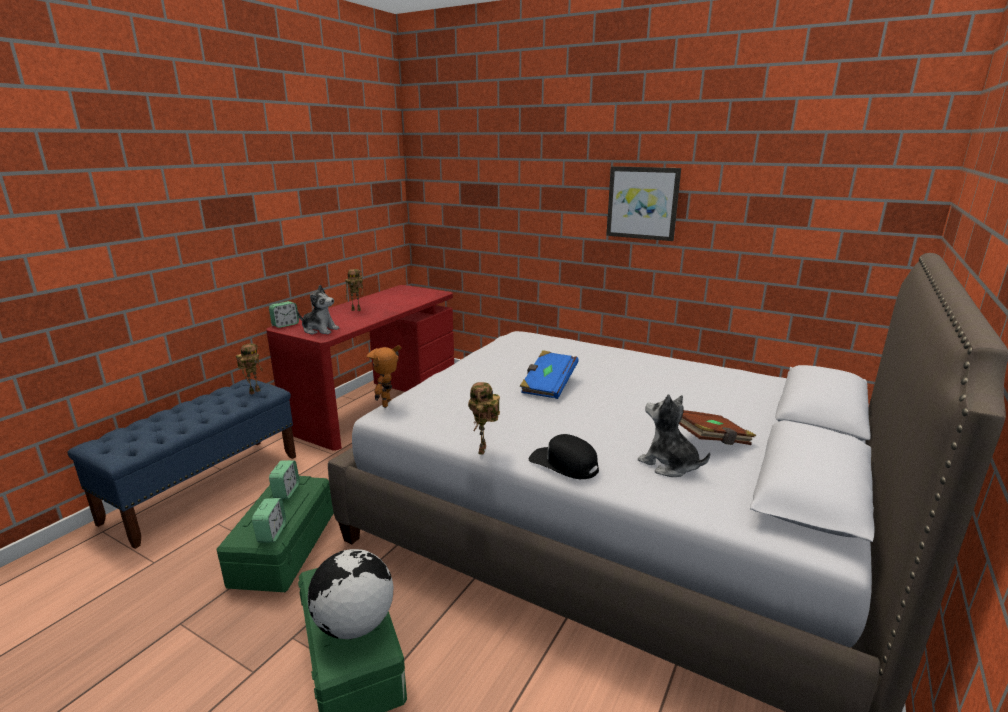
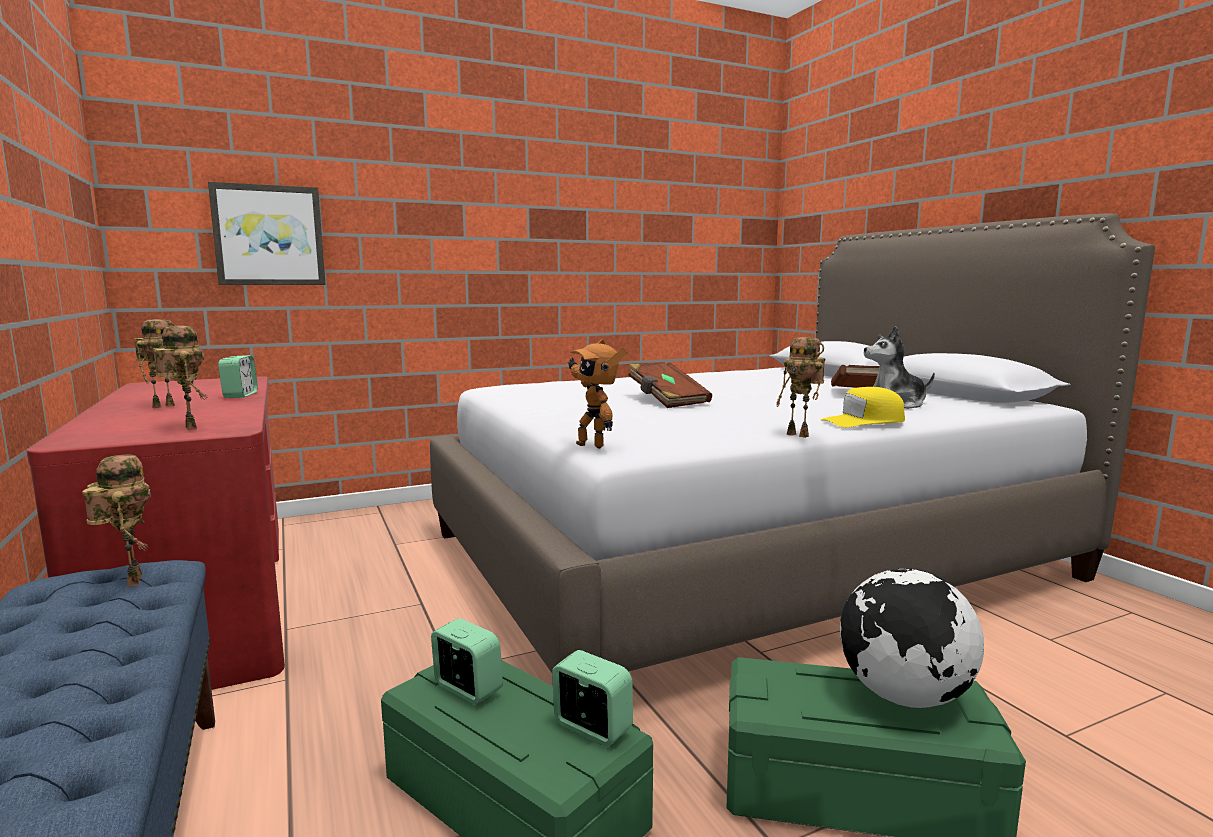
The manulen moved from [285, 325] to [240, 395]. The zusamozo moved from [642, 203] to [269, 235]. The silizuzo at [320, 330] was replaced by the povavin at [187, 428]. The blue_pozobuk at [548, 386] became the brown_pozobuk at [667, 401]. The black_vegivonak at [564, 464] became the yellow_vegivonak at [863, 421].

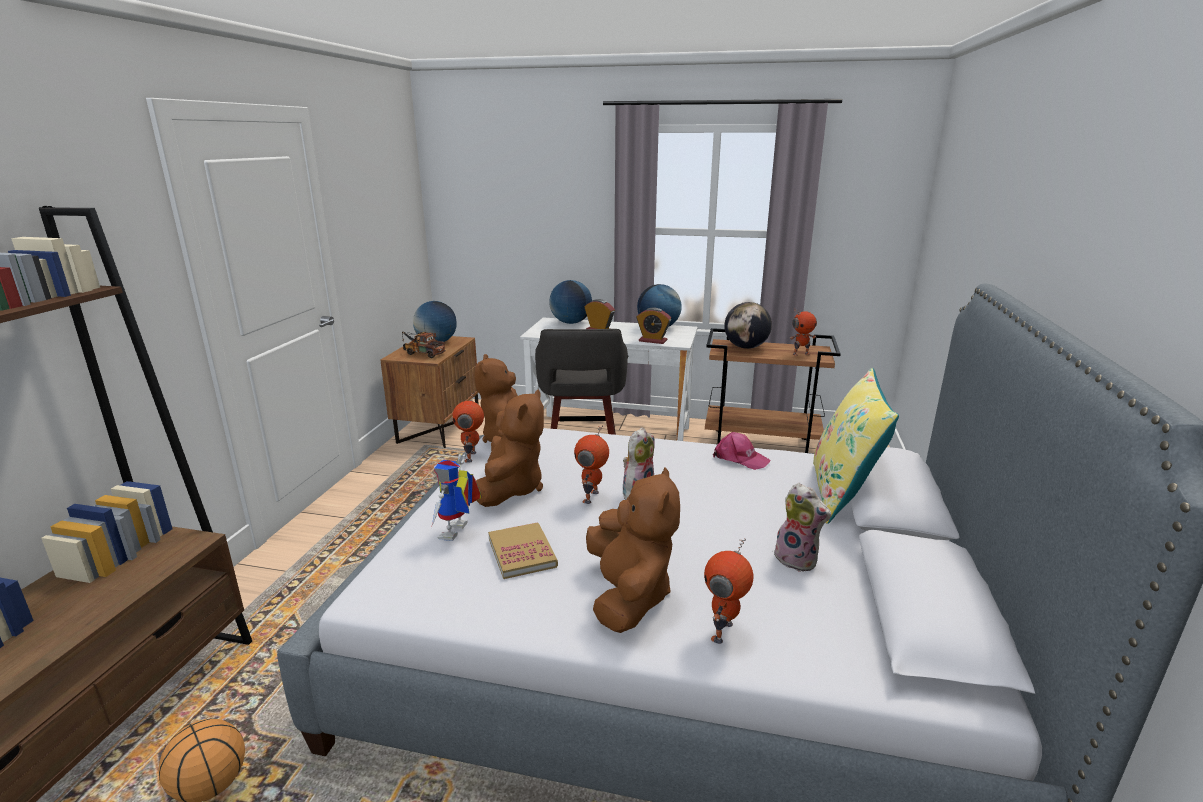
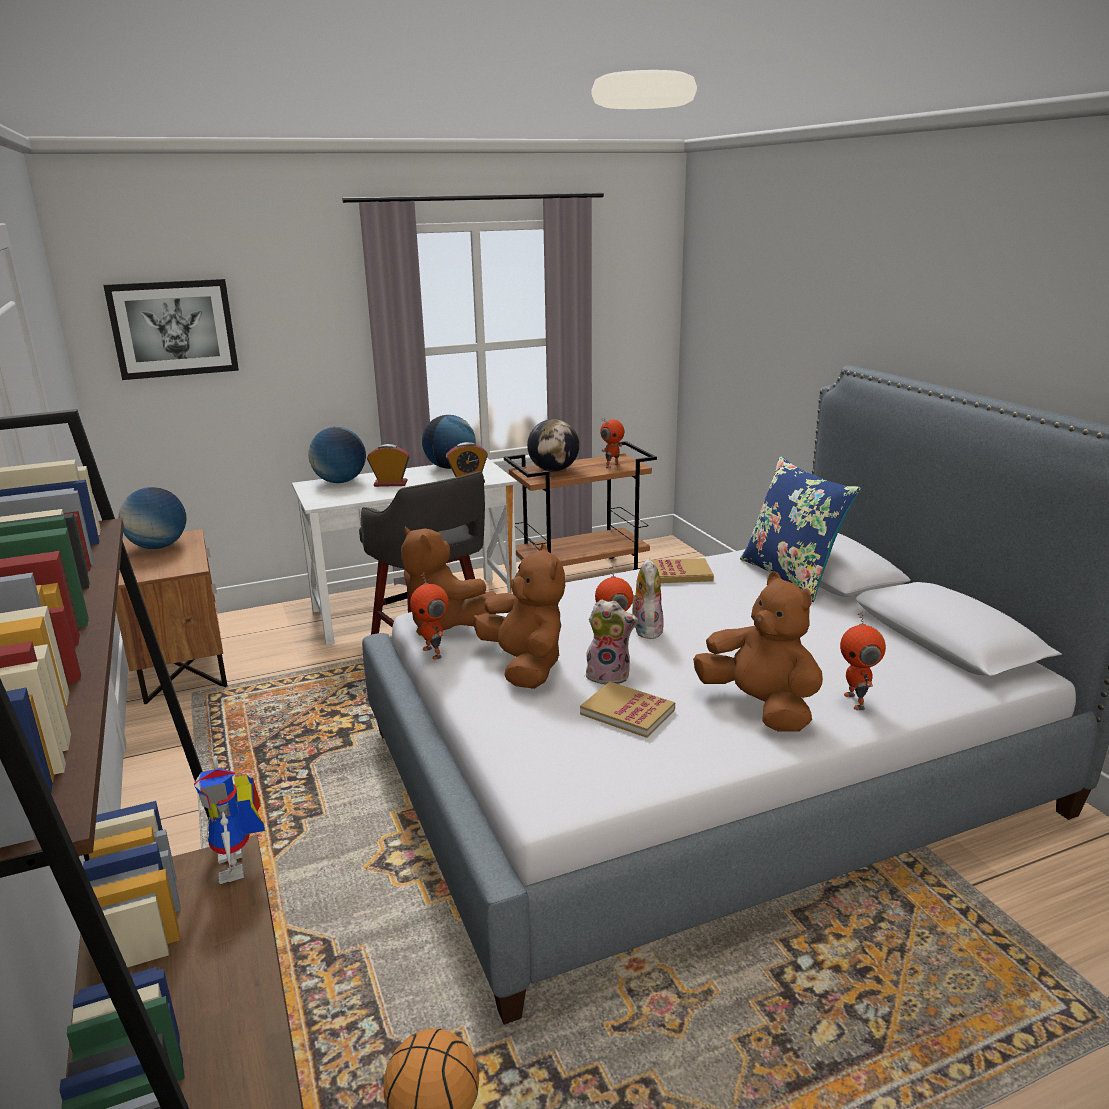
The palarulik at [422, 353] disappeared. The zusamozo at [173, 328] appeared. The povavin moved from [457, 533] to [240, 866]. The silizuzo moved from [798, 559] to [609, 675]. The pink_vegivonak at [740, 458] was replaced by the pozobuk at [681, 574]. The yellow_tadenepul at [842, 493] became the blue_tadenepul at [791, 576].

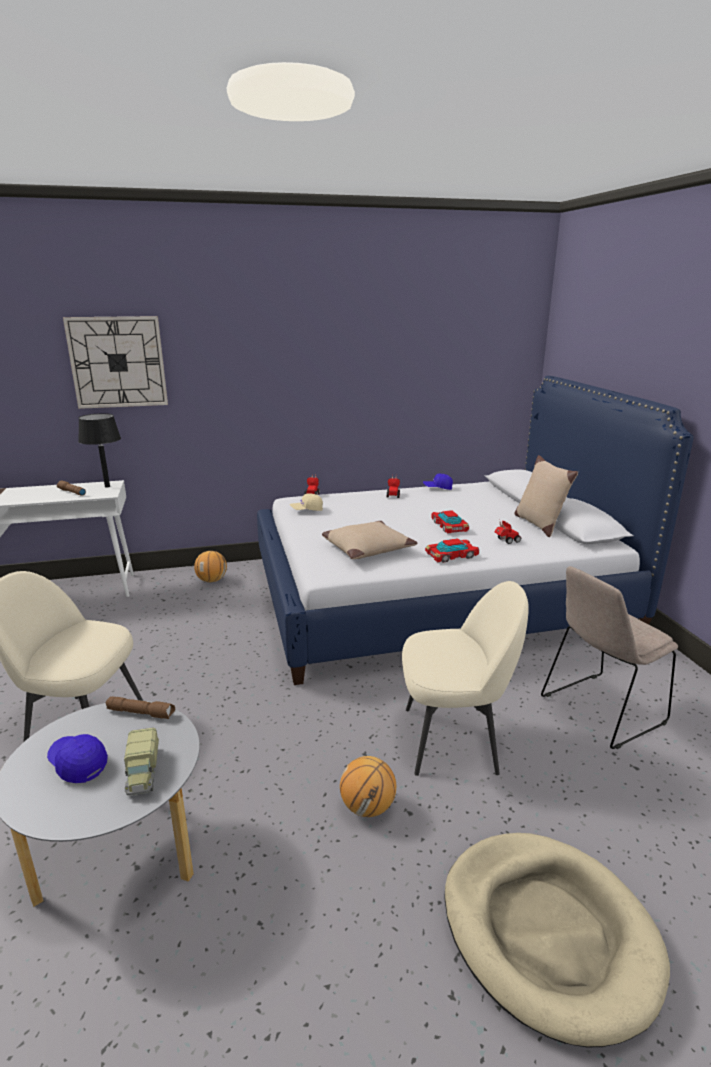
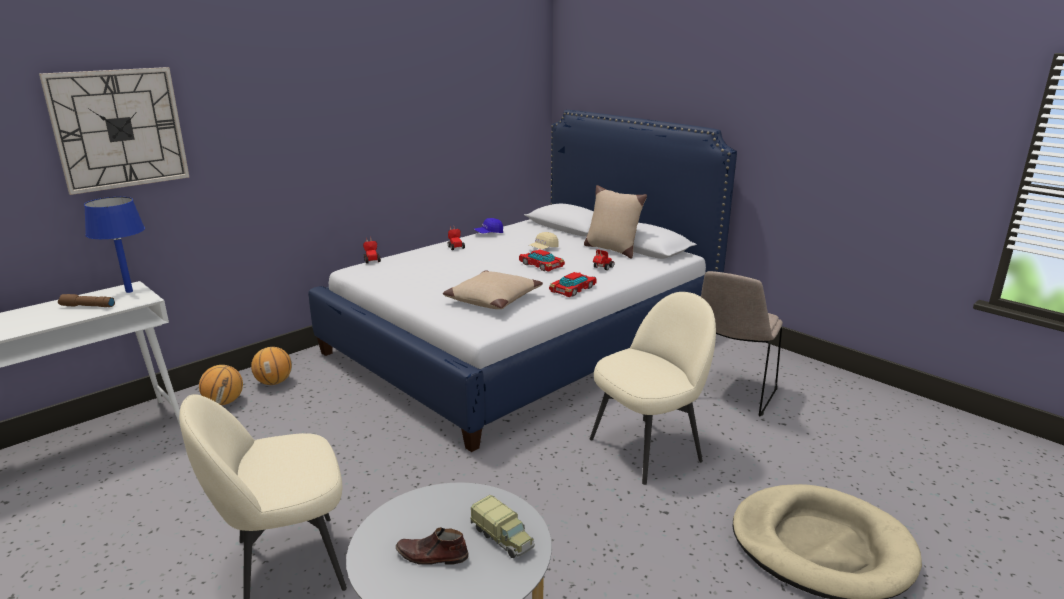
The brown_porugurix at [141, 712] disappeared. The beige_vegivonak moved from [306, 510] to [543, 249]. The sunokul moved from [368, 807] to [224, 402]. The blue_vegivonak at [78, 764] was replaced by the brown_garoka at [432, 556]. The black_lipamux at [107, 486] became the blue_lipamux at [129, 291].

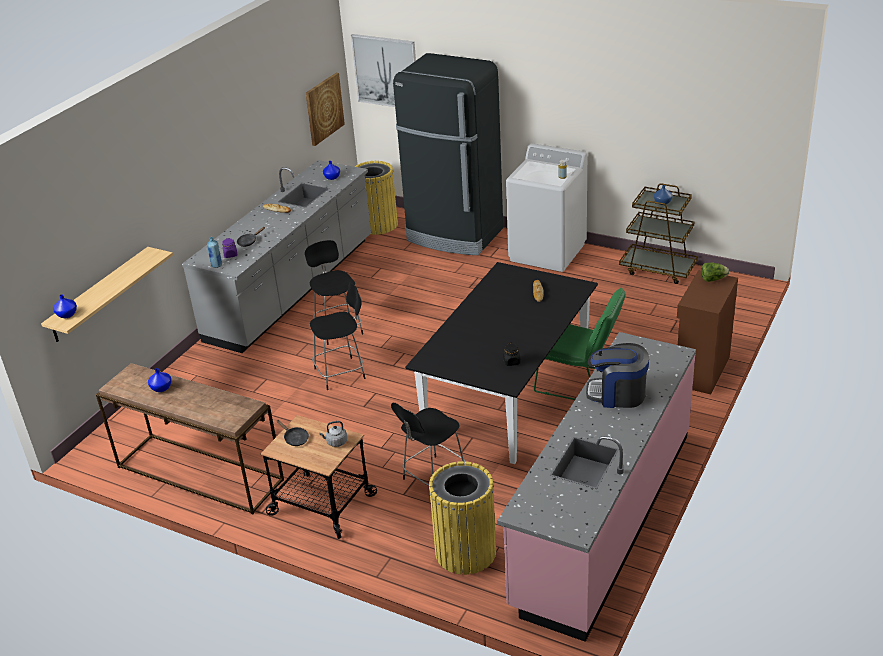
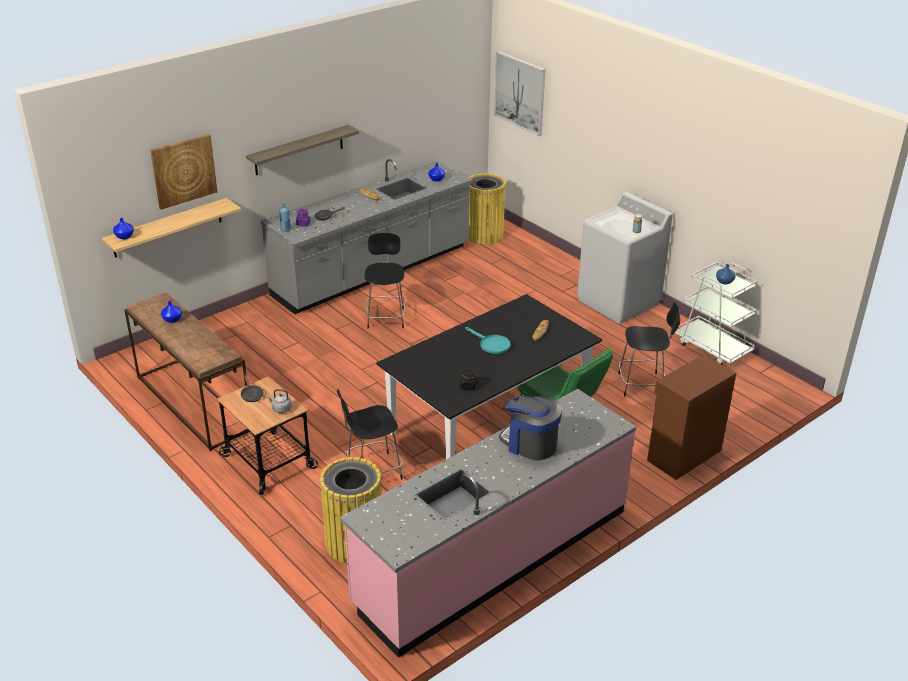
The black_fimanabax at [455, 235] disappeared. The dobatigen at [713, 279] disappeared. The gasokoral at [299, 150] appeared. The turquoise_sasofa at [491, 344] appeared. The zusamozo moved from [324, 108] to [183, 171]. The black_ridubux moved from [341, 373] to [642, 384]. The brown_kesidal at [658, 269] became the white_kesidal at [712, 347].

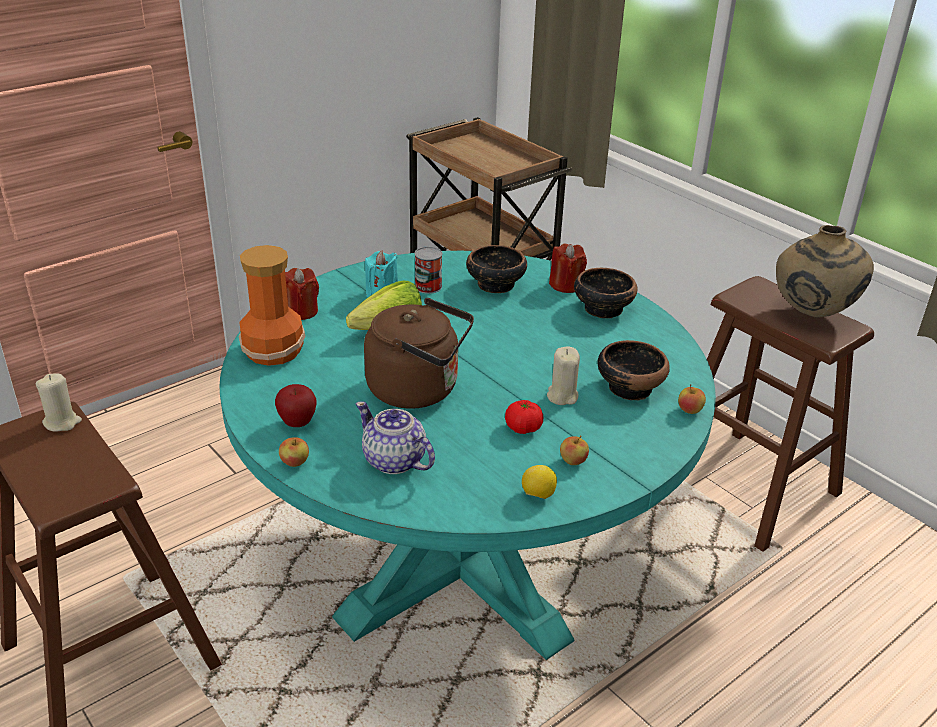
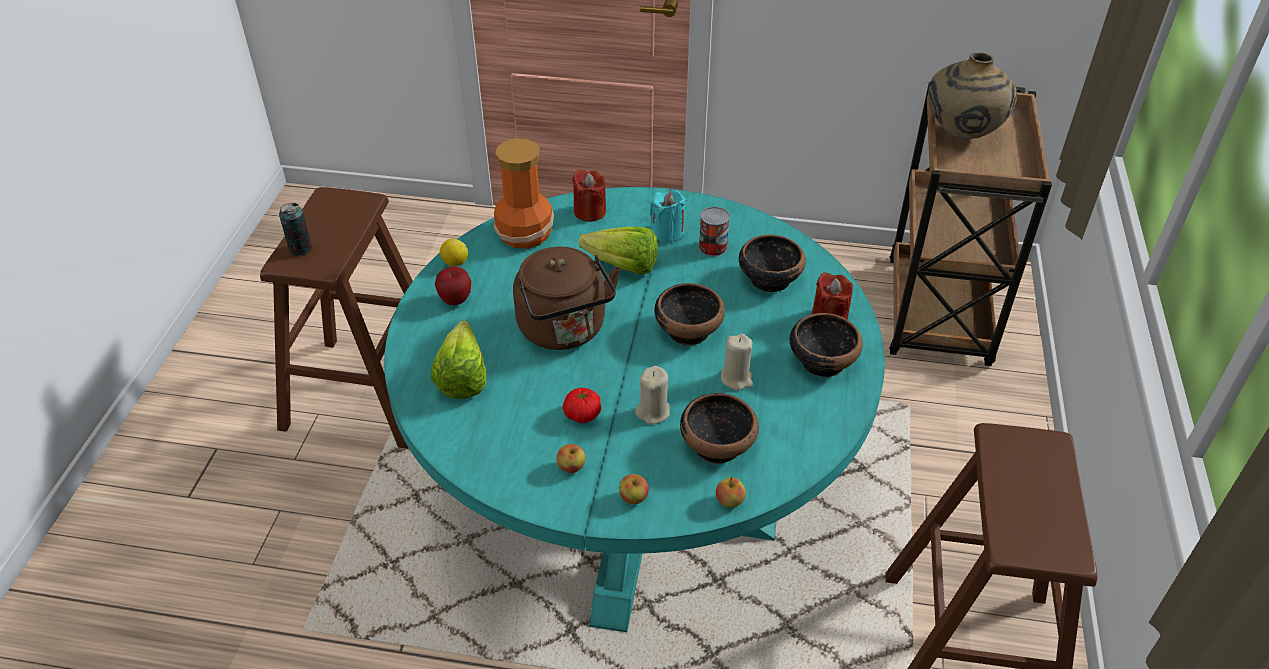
The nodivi at [300, 249] appeared. The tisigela at [689, 330] appeared. The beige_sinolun moved from [62, 422] to [736, 378]. The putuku moved from [295, 462] to [634, 498]. The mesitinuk moved from [538, 495] to [455, 263]. The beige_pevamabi moved from [811, 315] to [961, 136]. The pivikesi at [394, 461] was replaced by the dobatigen at [465, 373].

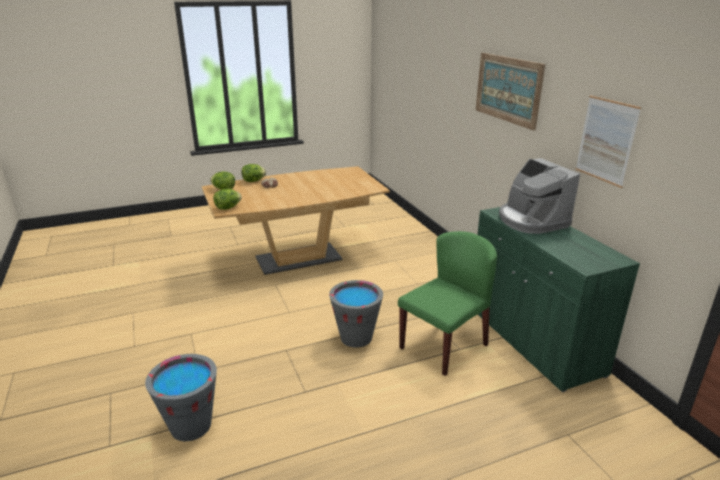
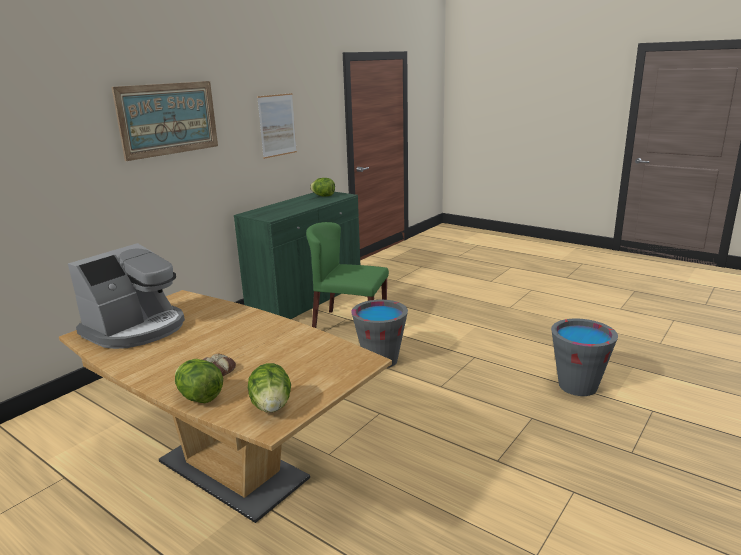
The dobatigen moved from [228, 208] to [323, 196]. The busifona moved from [531, 220] to [136, 329].

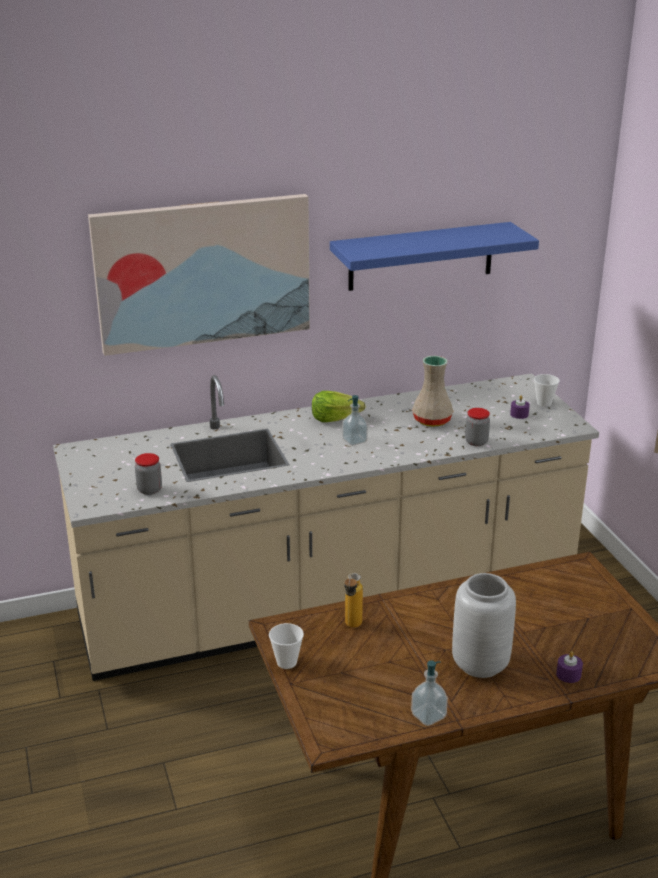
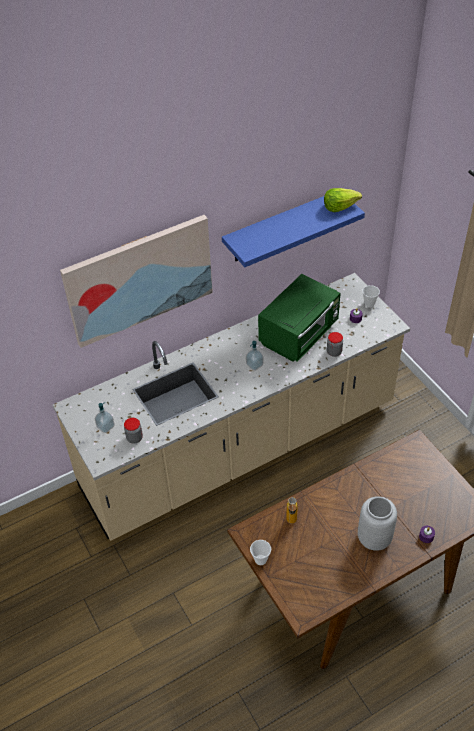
The dobatigen moved from [335, 418] to [340, 206]. The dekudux moved from [428, 716] to [105, 426]. The beige_pevamabi at [431, 420] was replaced by the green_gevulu at [300, 334].

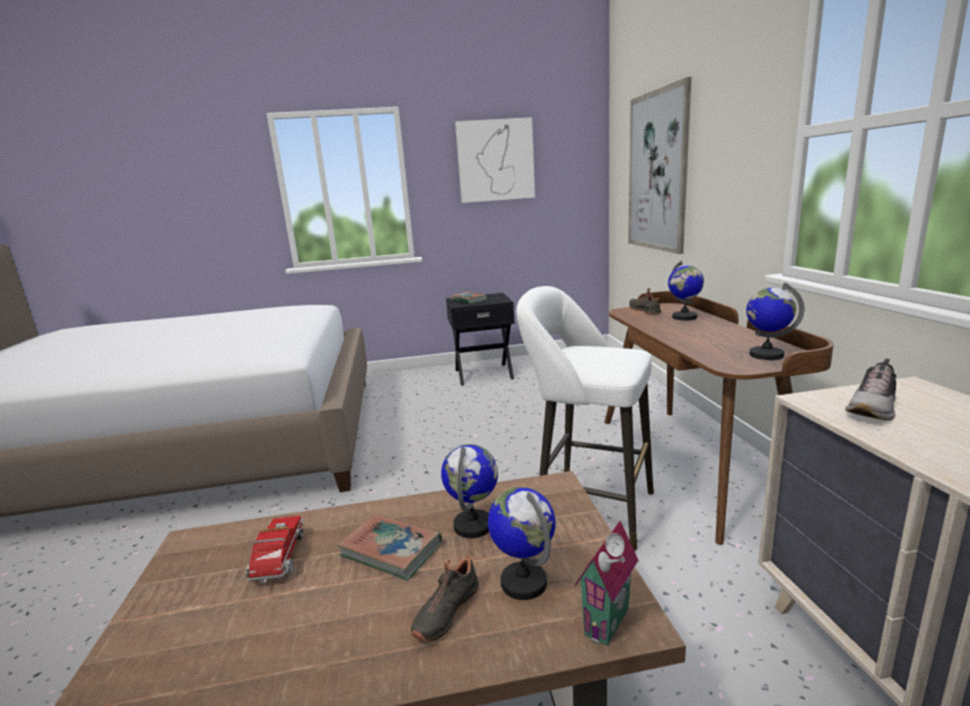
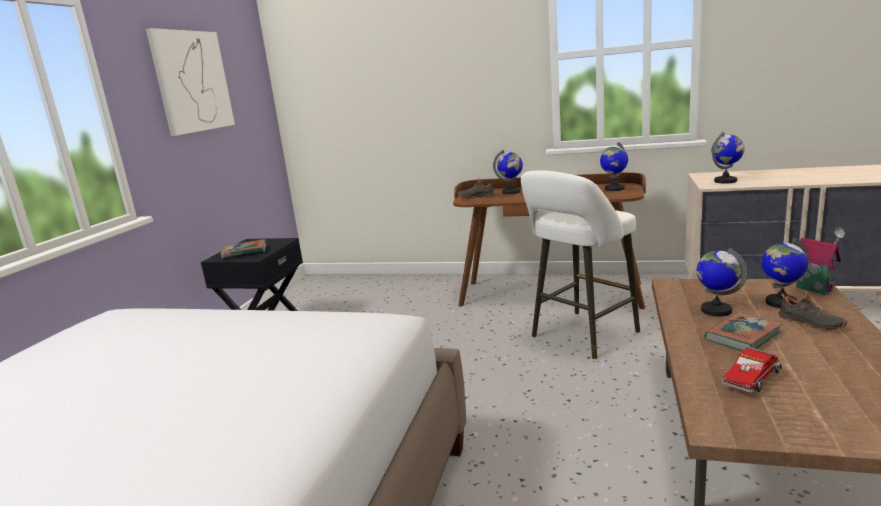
The zusamozo at [657, 172] disappeared. The garoka at [873, 408] was replaced by the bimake at [725, 181]. The palarulik at [279, 560] turned 60 degrees counterclockwise.

